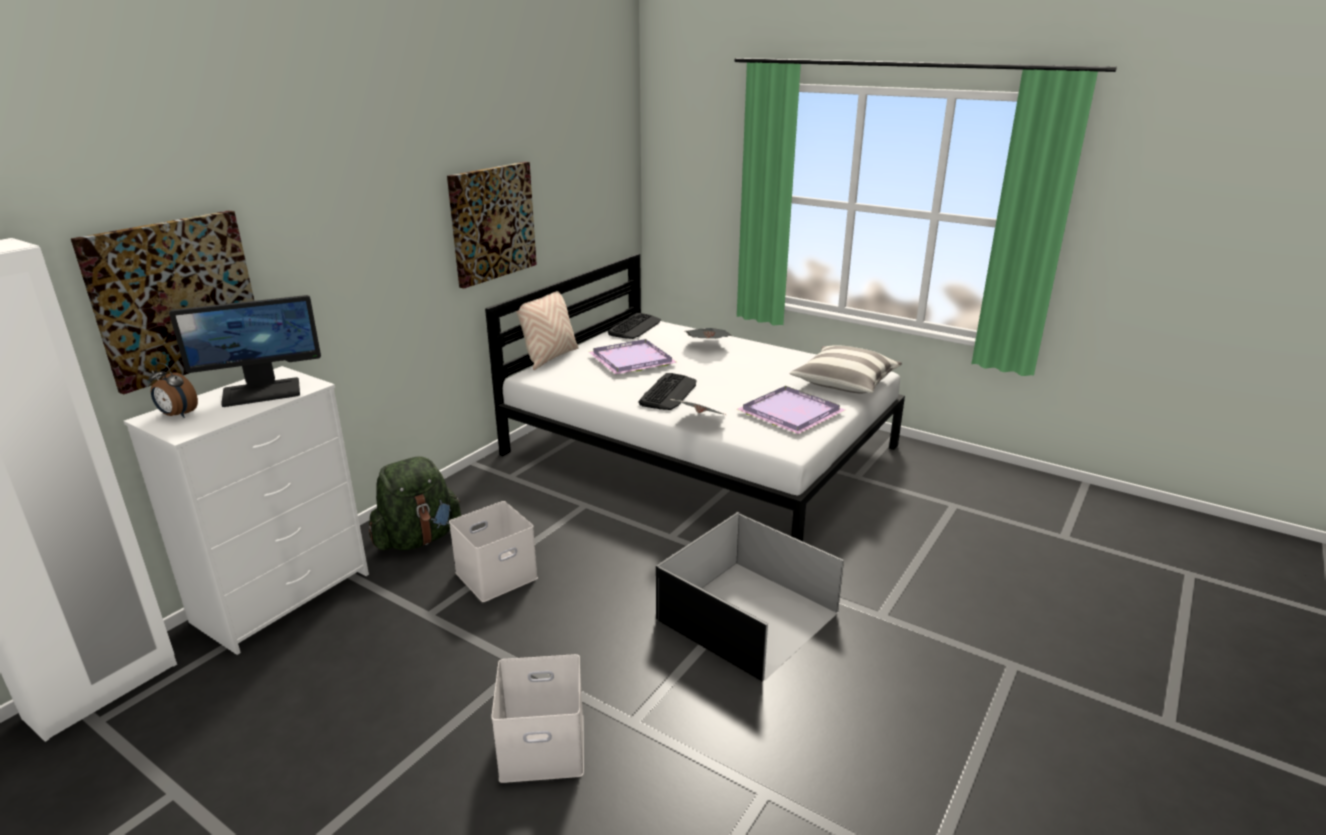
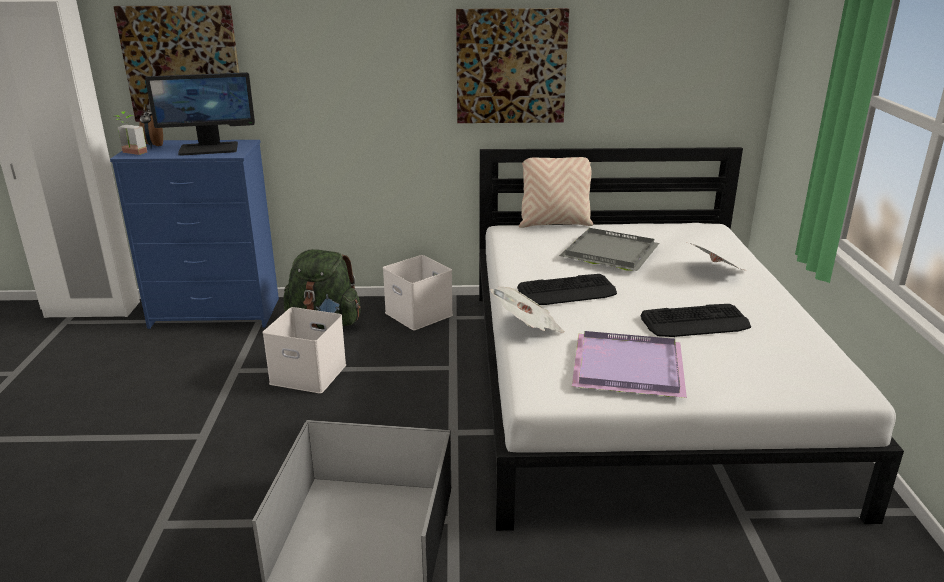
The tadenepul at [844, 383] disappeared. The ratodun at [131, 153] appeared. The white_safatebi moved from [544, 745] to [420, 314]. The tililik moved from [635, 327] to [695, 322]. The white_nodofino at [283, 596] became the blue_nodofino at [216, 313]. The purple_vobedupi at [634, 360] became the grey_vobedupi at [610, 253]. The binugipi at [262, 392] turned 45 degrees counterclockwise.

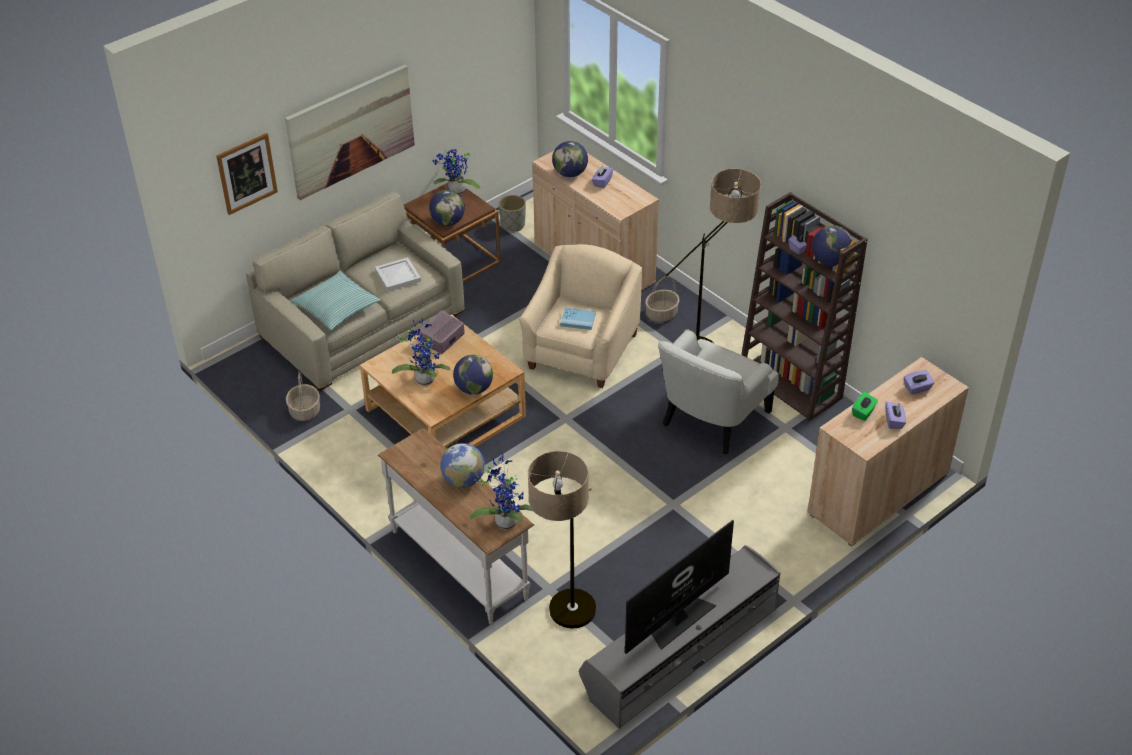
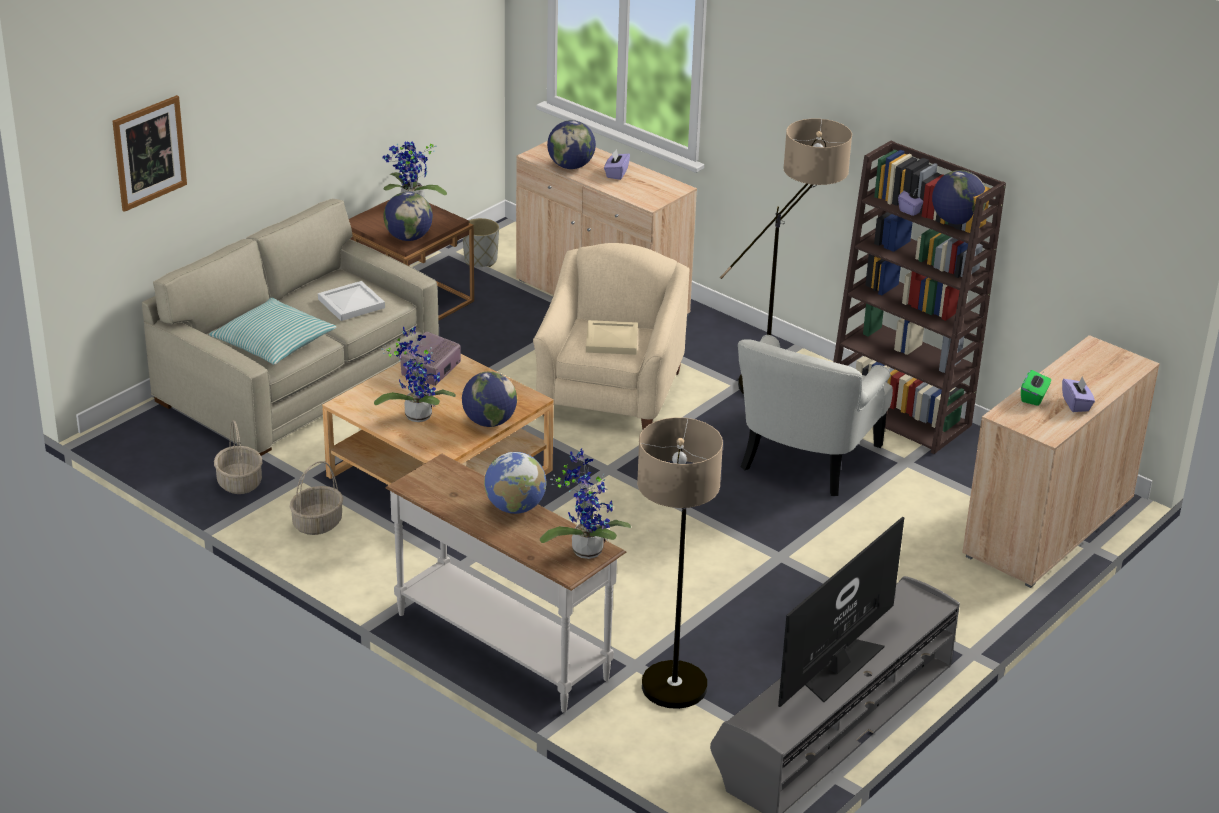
The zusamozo at [351, 131] disappeared. The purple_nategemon at [917, 388] disappeared. The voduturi moved from [661, 314] to [317, 524]. The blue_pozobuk at [577, 320] was replaced by the beige_vobedupi at [611, 339].

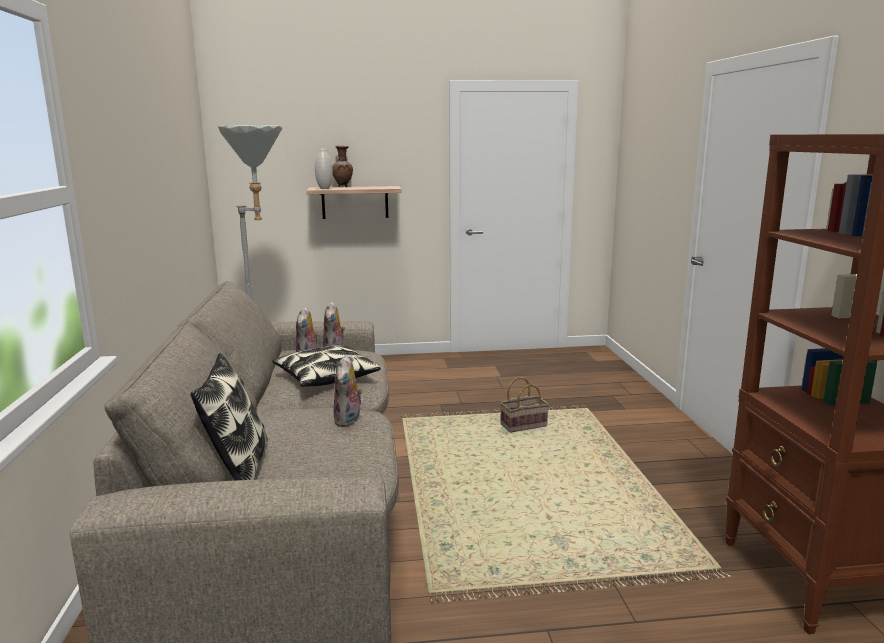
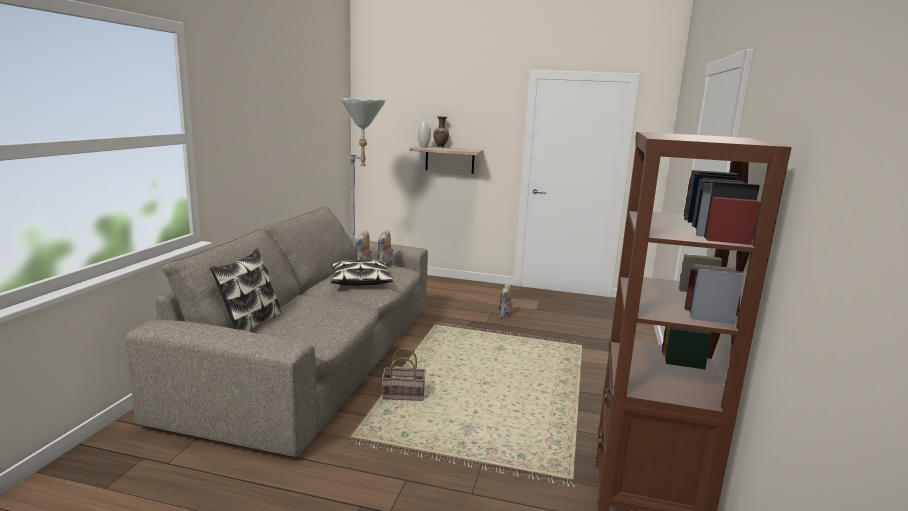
The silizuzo moved from [348, 421] to [505, 316]. The voduturi moved from [524, 425] to [404, 395].

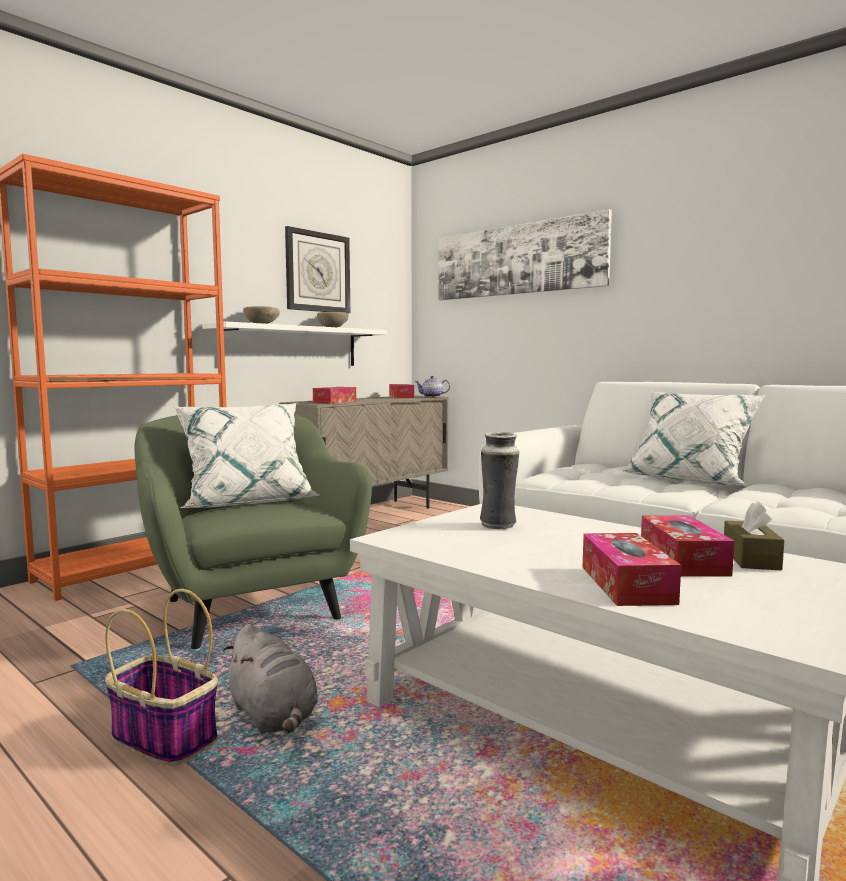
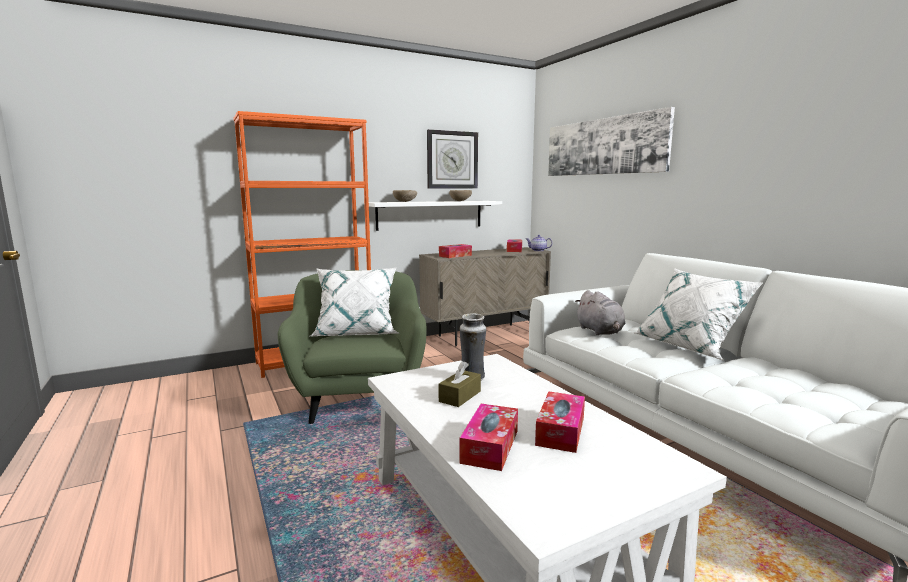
The voduturi at [162, 738] disappeared. The grey_silizuzo moved from [273, 716] to [600, 331]. The brown_nategemon moved from [751, 558] to [460, 396].

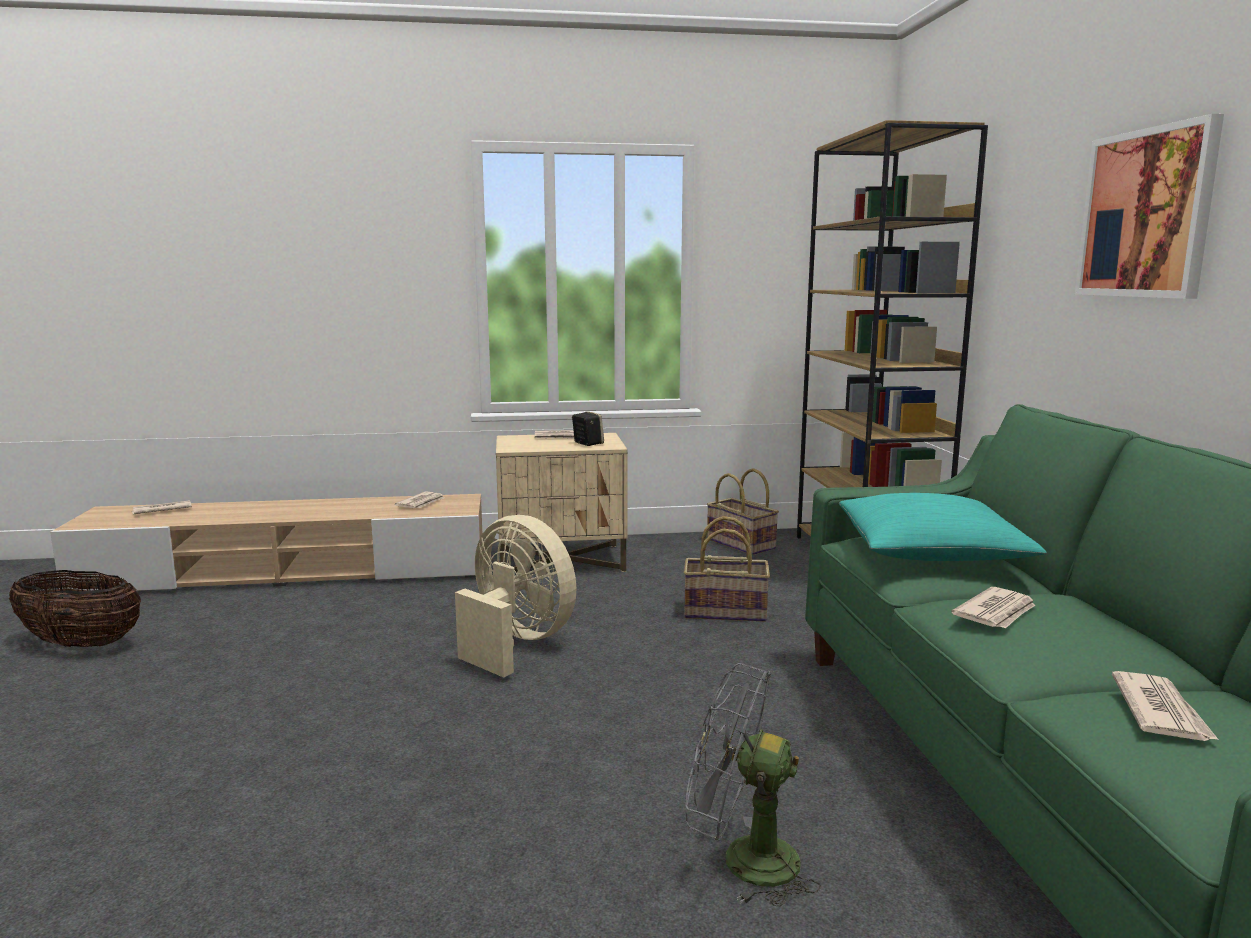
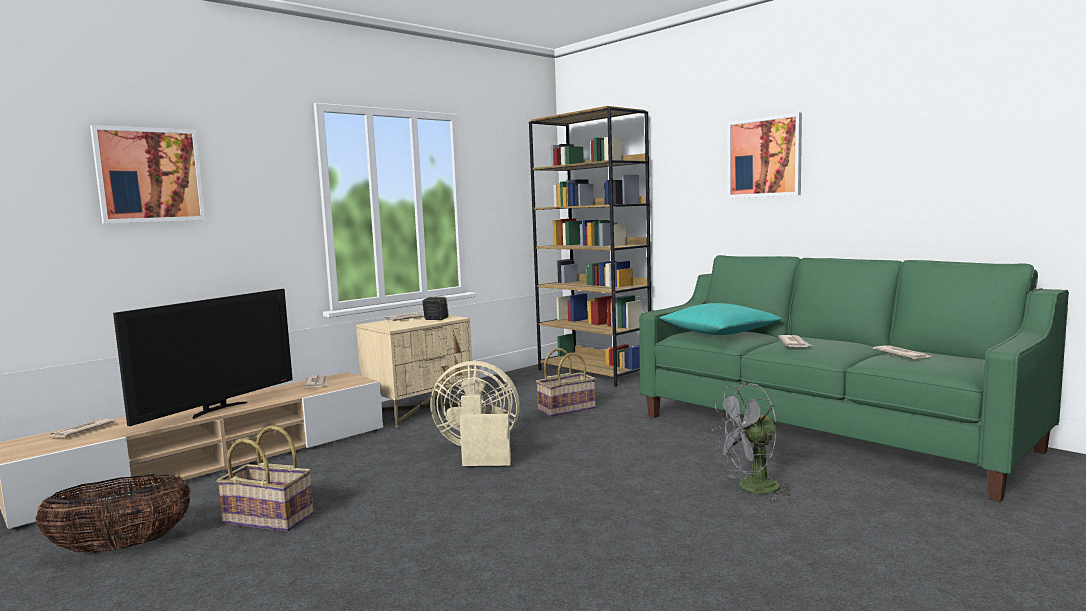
The zusamozo at [149, 175] appeared. The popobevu at [217, 409] appeared. The voduturi moved from [742, 544] to [269, 518].

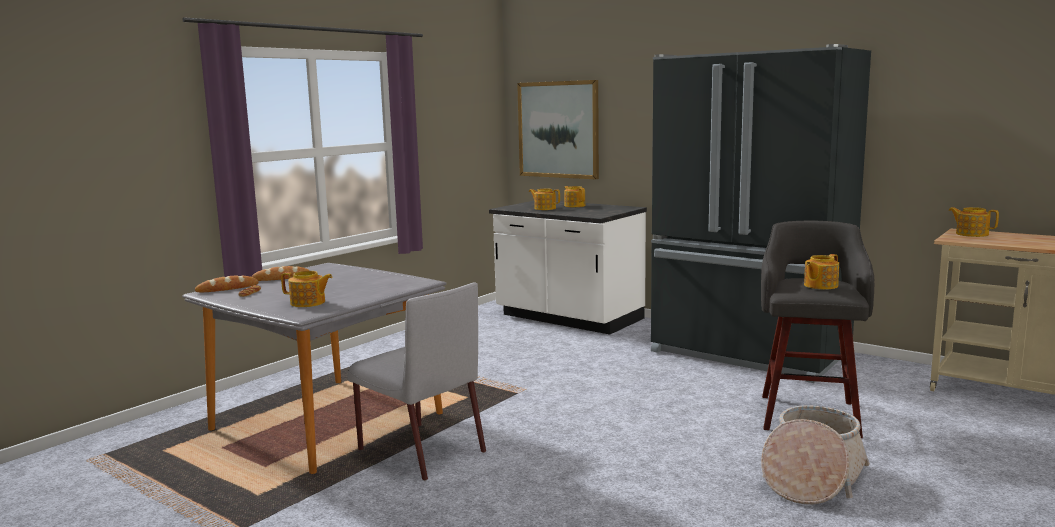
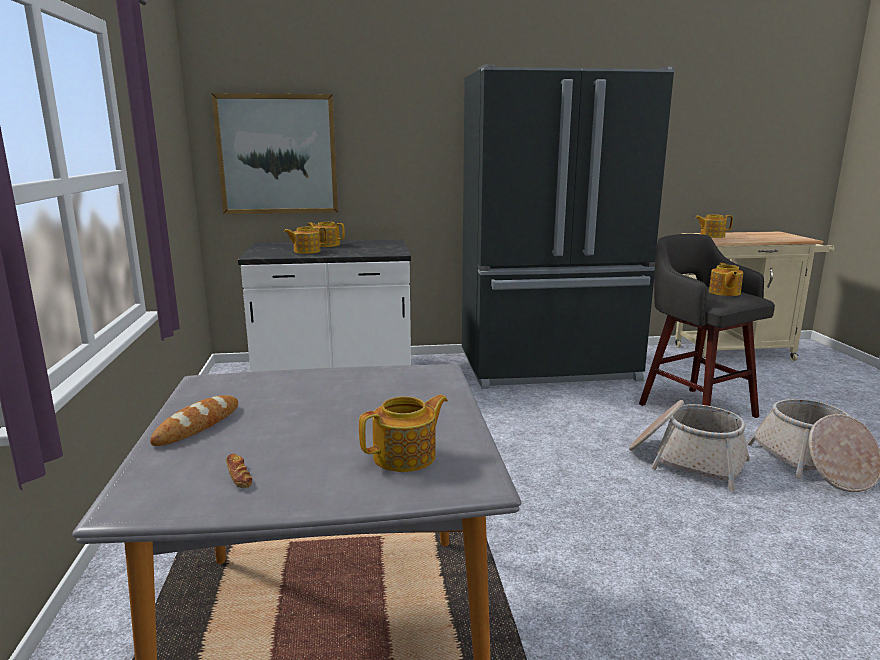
The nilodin at [227, 288] disappeared. The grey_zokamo at [419, 450] disappeared. The voduturi at [686, 460] appeared.

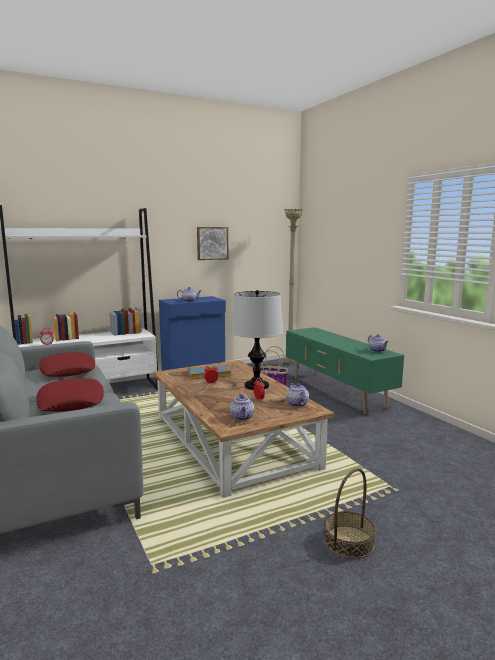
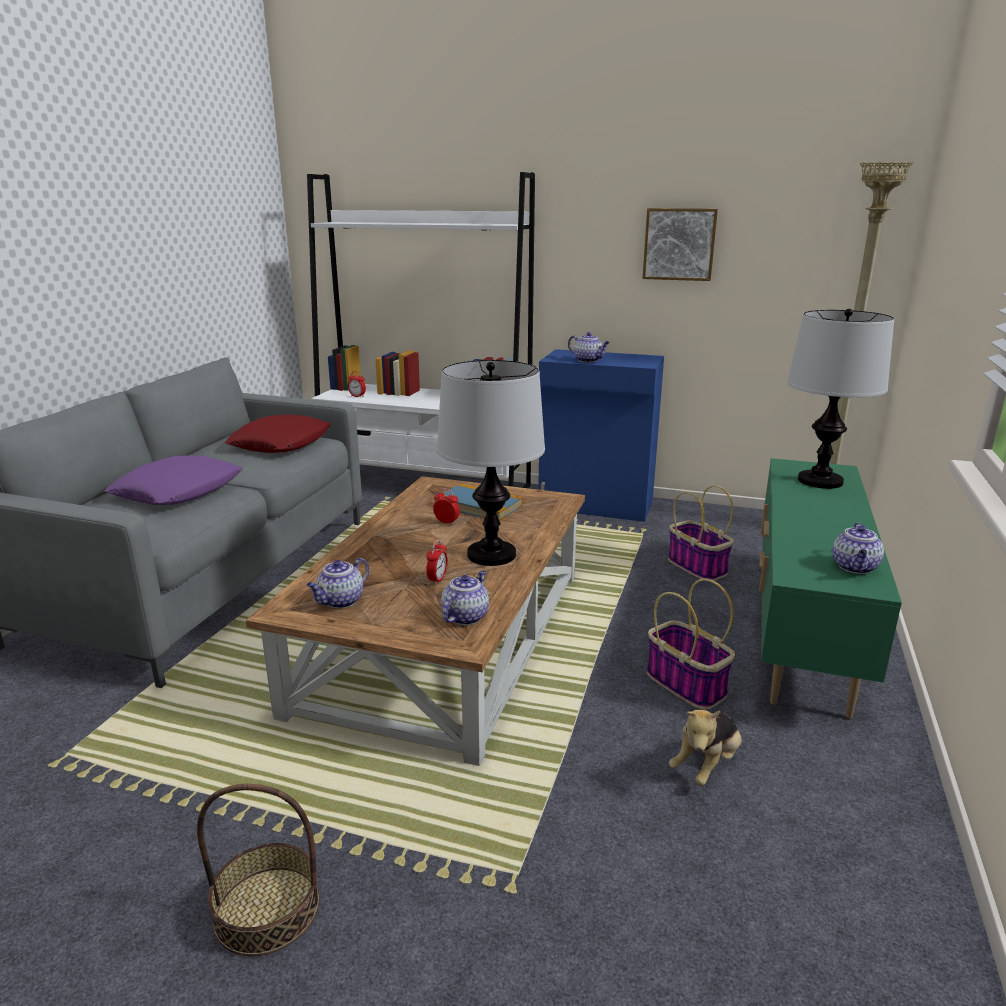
The voduturi at [687, 684] appeared. The silizuzo at [706, 765] appeared. The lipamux at [820, 481] appeared. The red_tadenepul at [71, 402] became the purple_tadenepul at [178, 491].

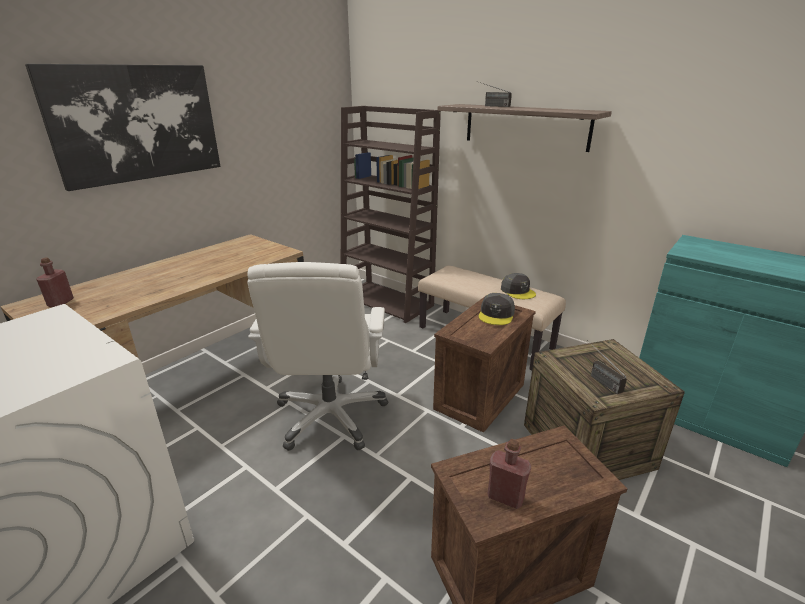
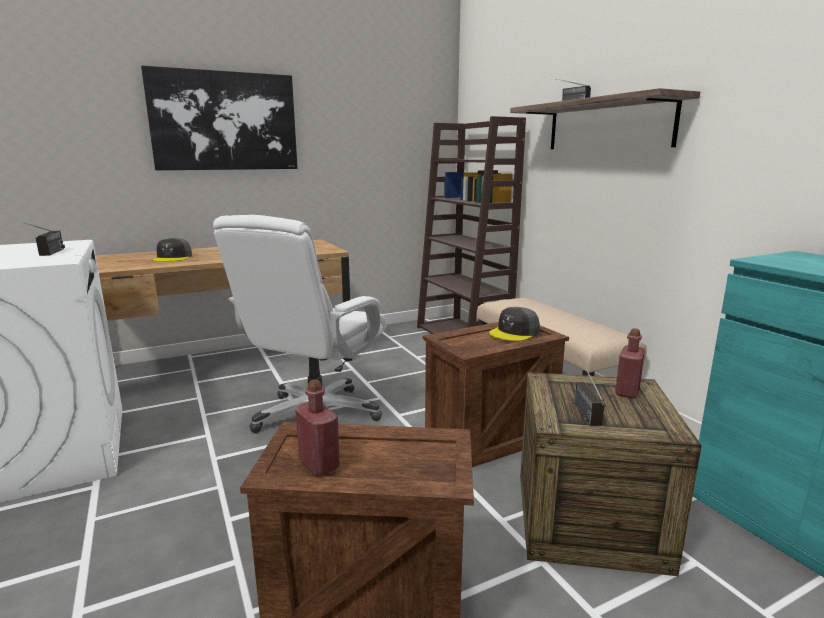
The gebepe at [49, 254] appeared. The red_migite moved from [61, 303] to [627, 392]. The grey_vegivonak moved from [518, 291] to [173, 258].

